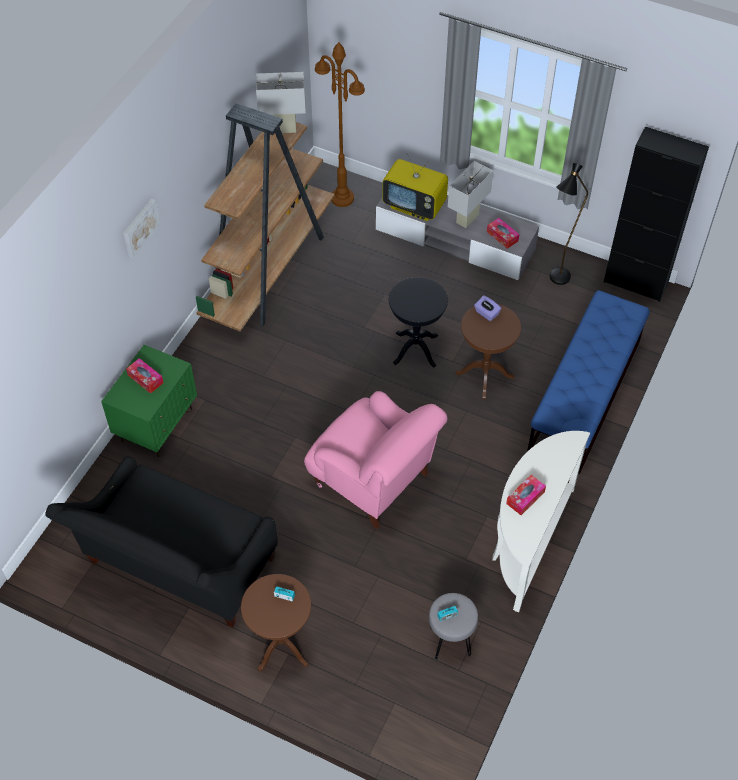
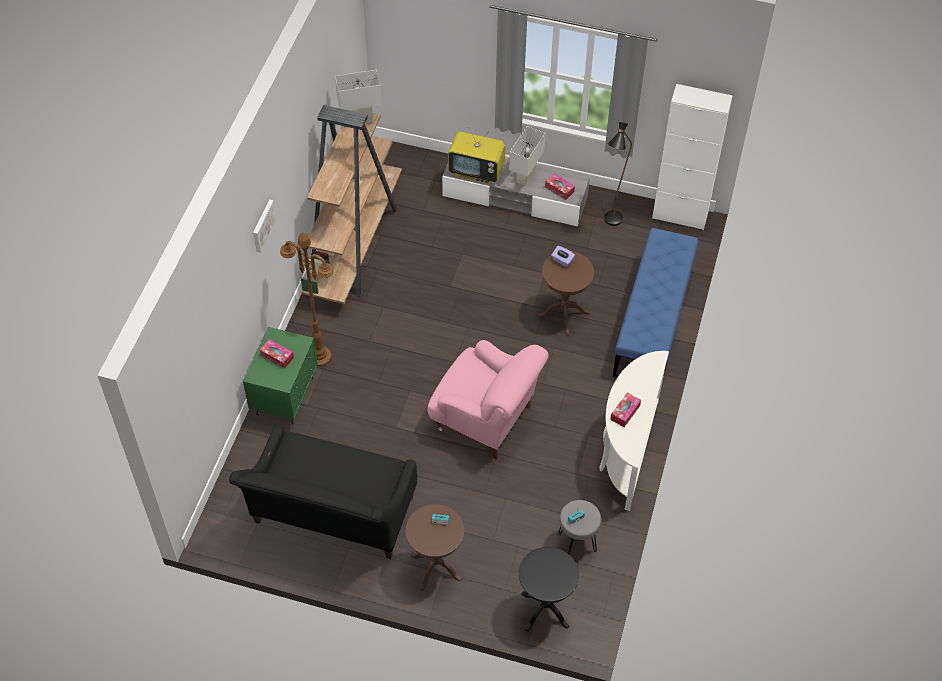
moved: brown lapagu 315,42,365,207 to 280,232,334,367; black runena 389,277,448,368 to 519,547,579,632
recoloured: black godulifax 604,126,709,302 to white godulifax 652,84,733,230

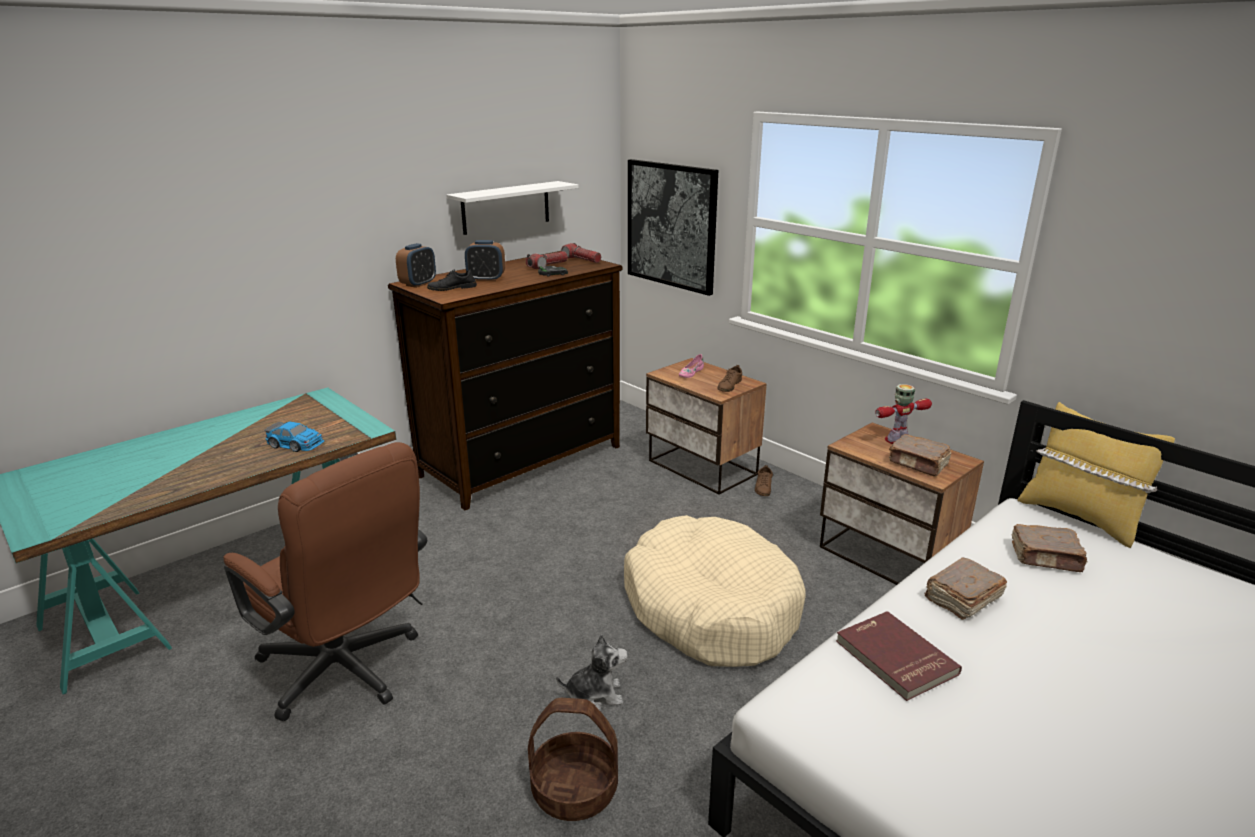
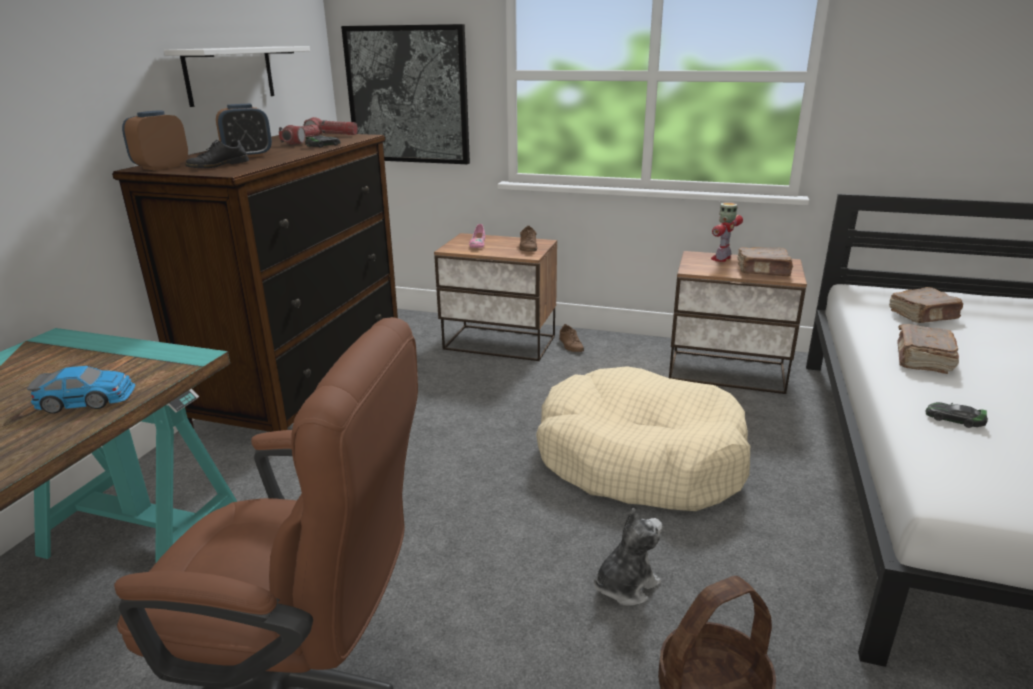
removed: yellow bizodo 1017,402,1175,548
replaced: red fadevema 836,611,962,701 to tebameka 925,402,988,428
turned: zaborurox 396,243,436,288 = 122,110,188,170 150 degrees counterclockwise

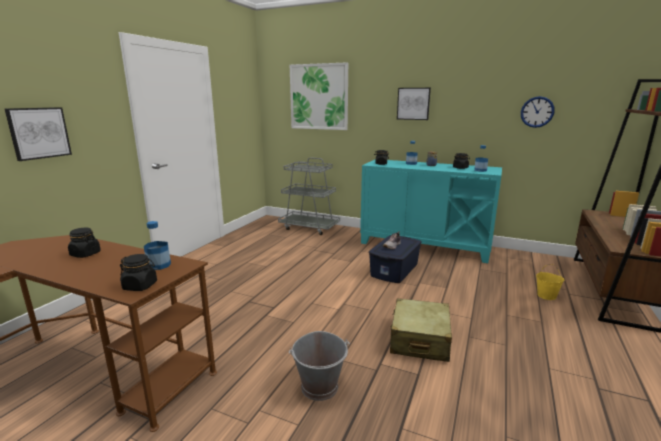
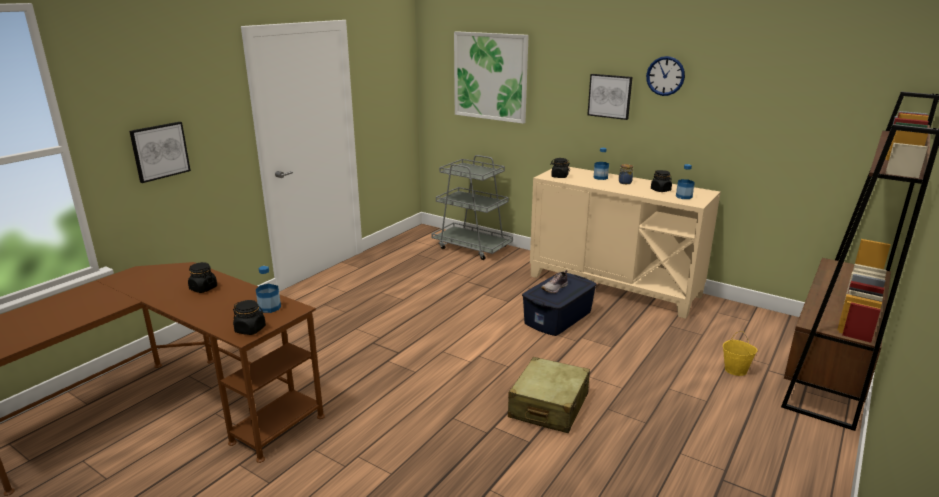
removed: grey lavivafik 289,331,350,401
moved: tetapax 521,96,555,128 to 646,56,685,96
recoloured: turquoise godulifax 360,159,502,263 to beige godulifax 530,167,721,319

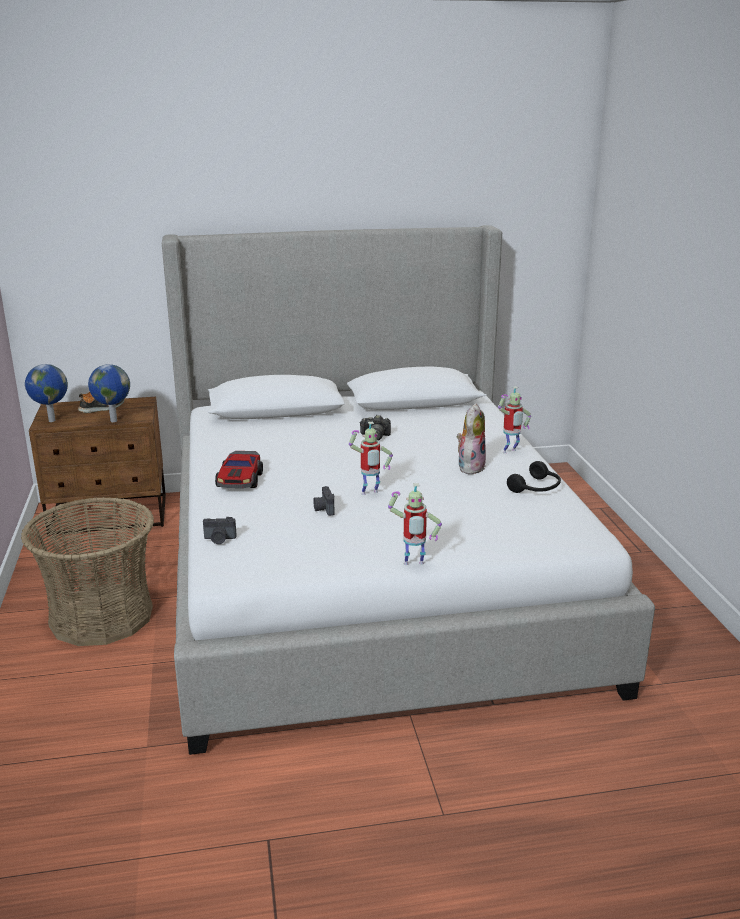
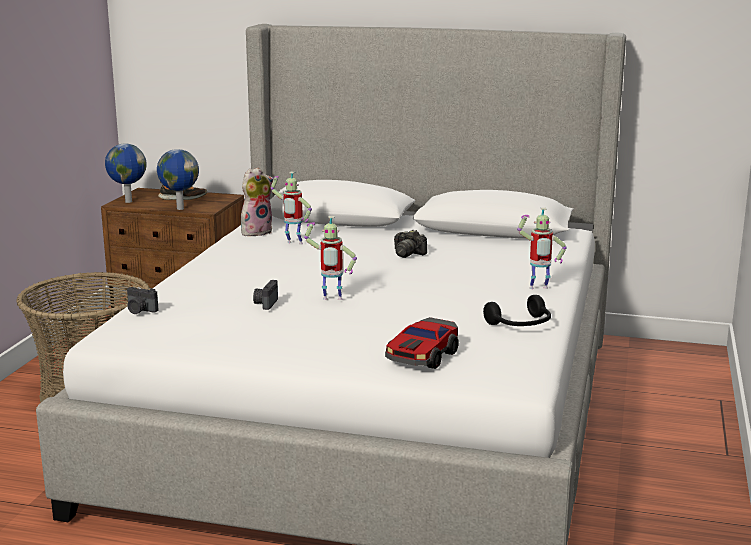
moved: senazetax 457,404,486,474 to 241,167,274,236; tebameka 215,451,263,488 to 385,317,459,369; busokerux 388,483,442,565 to 271,172,312,244

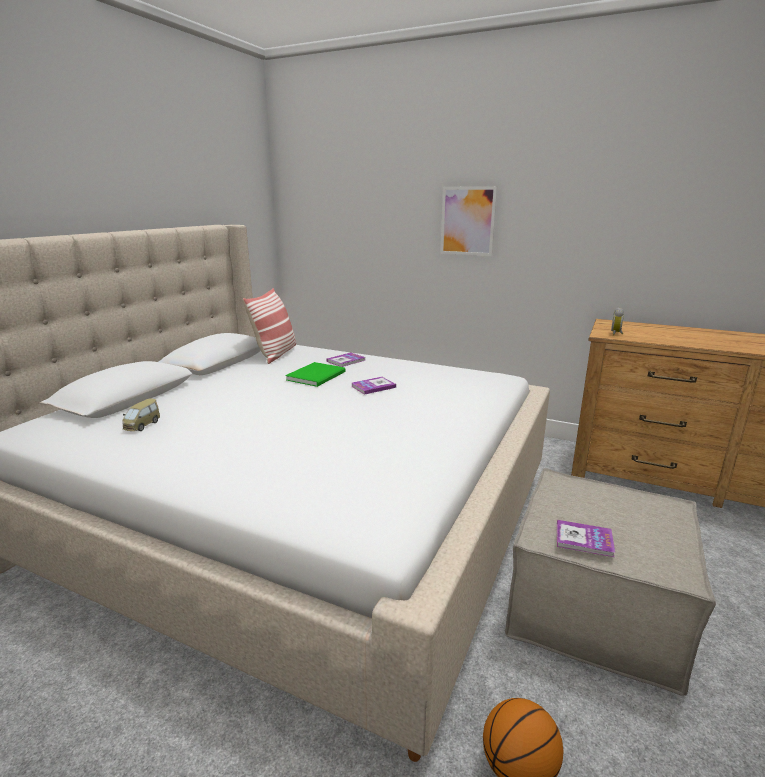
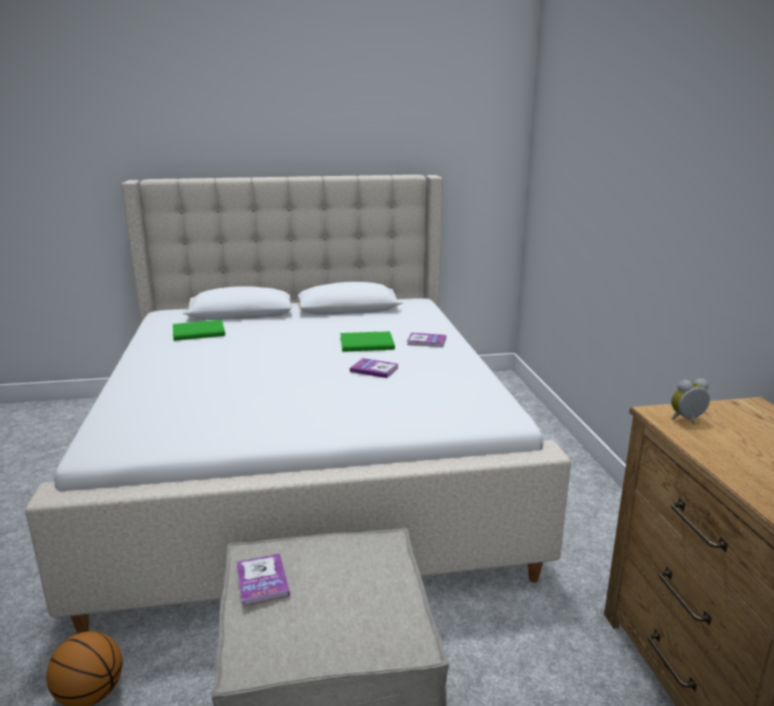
removed: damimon 440,186,497,256; bizodo 243,288,296,364
replaced: tebameka 122,398,160,431 to green fadevema 173,320,225,341

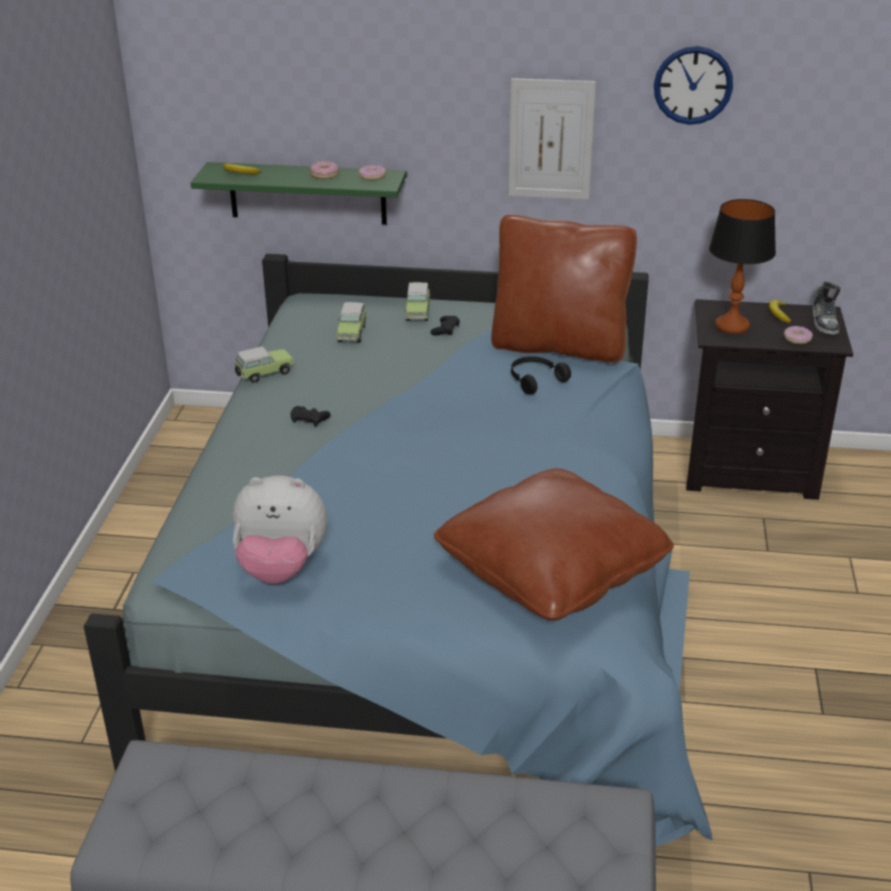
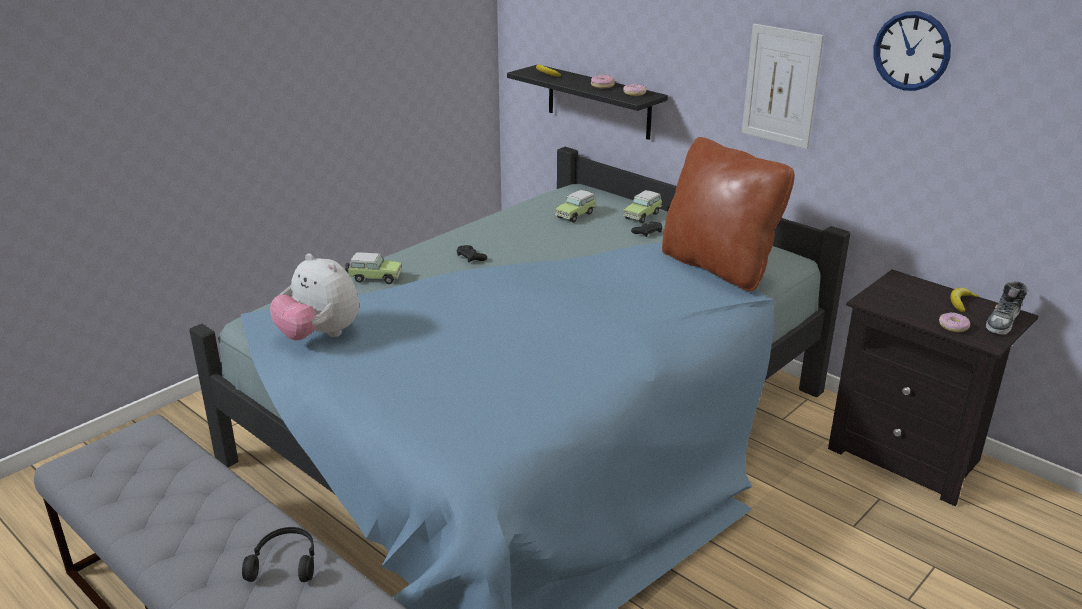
removed: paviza 709,199,776,334; brown bizodo 434,468,674,621
moved: tebameka 235,346,294,383 to 345,252,402,284; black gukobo 511,357,571,394 to 242,527,314,582
recoloured: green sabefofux 191,162,407,224 to black sabefofux 507,64,668,140

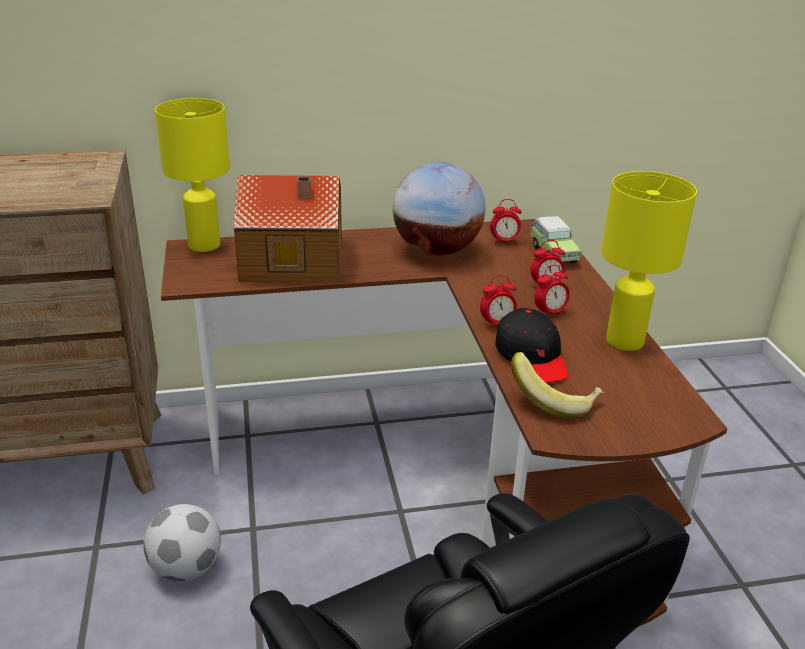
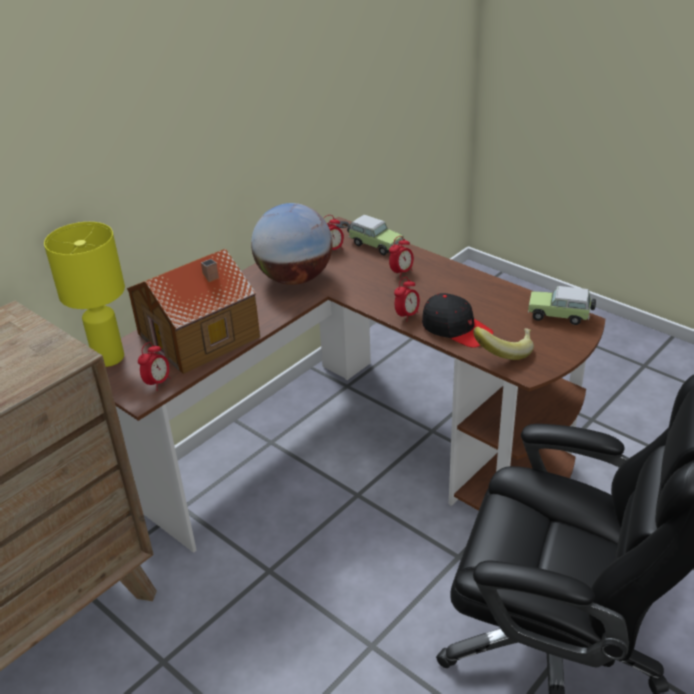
removed: yellow paviza 601,171,697,351; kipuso 143,504,221,581
added: tebameka 528,286,596,325
moved: zaborurox 534,265,570,315 to 138,342,171,391

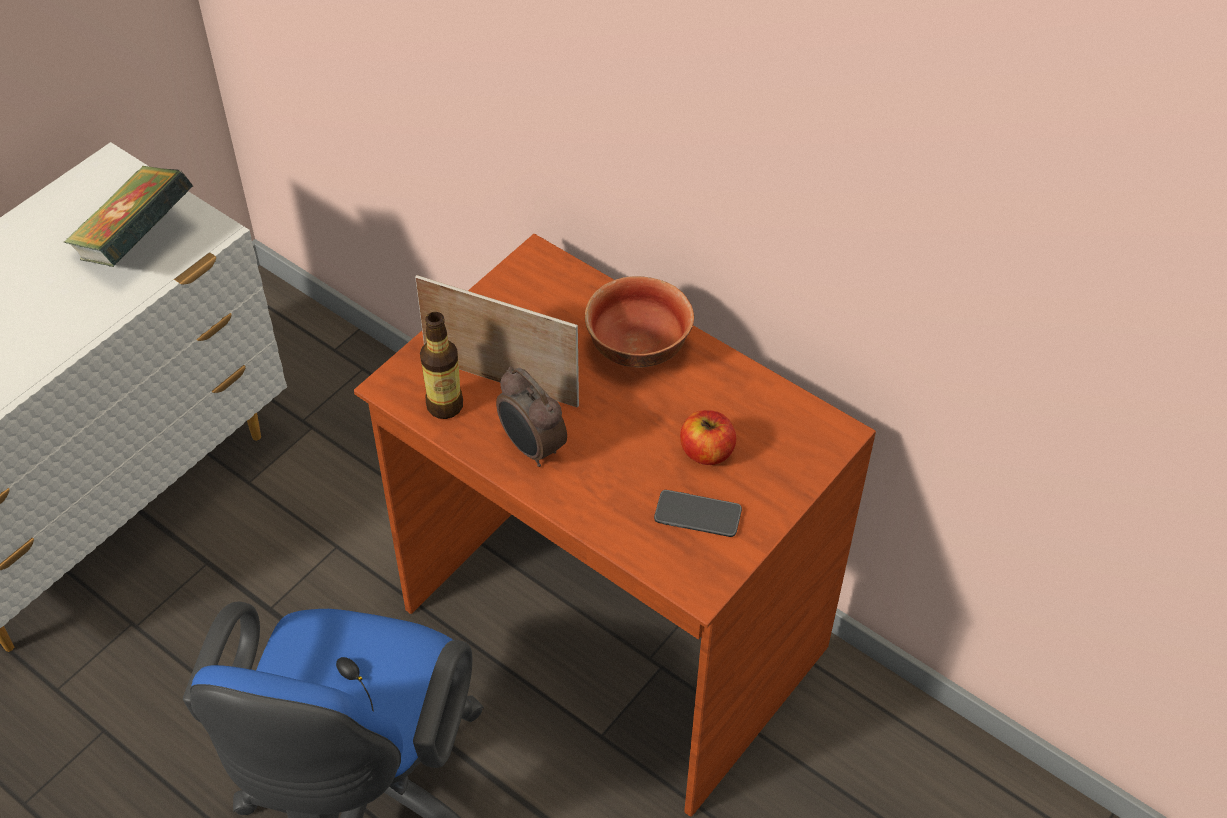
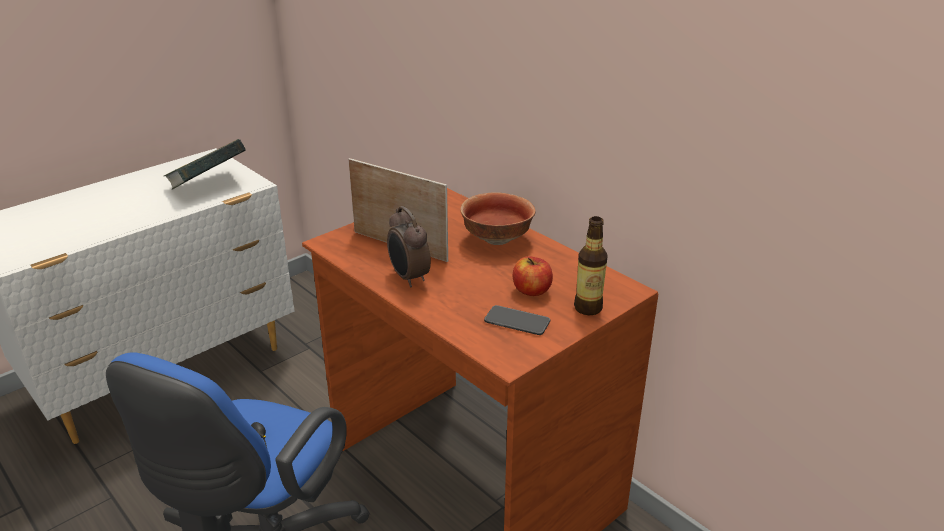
moved: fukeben 420,312,463,419 to 574,216,607,315

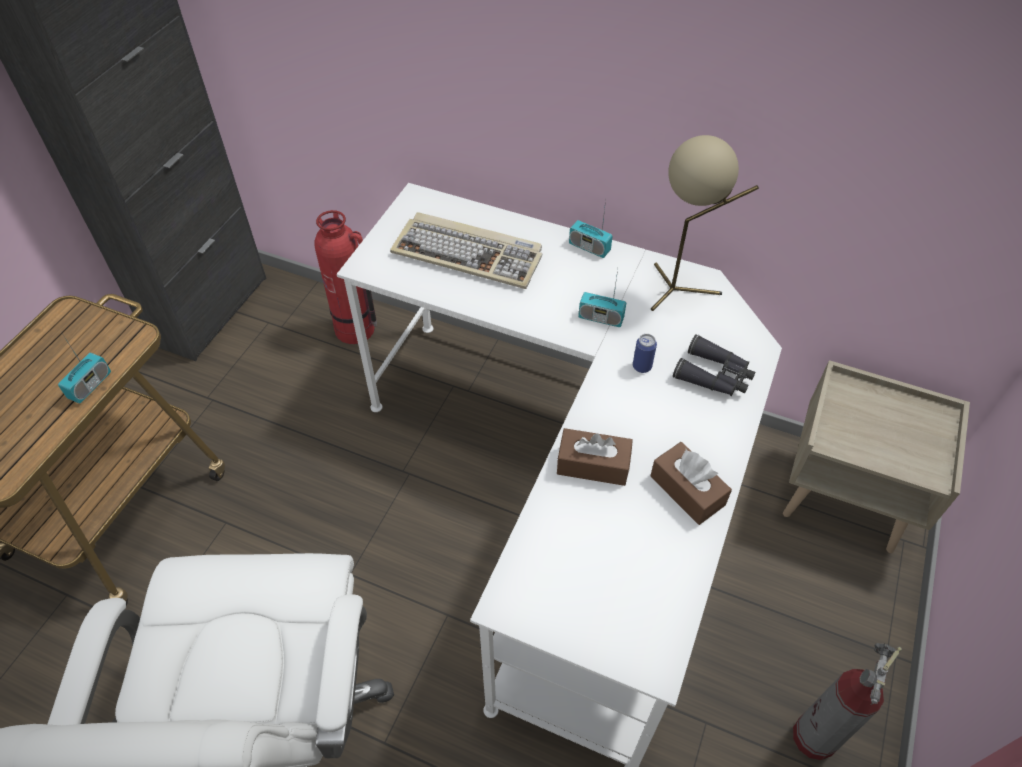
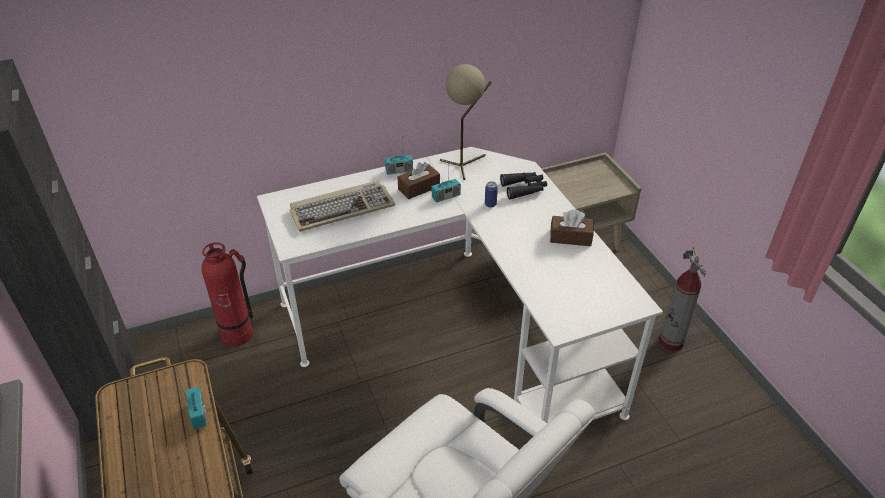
moved: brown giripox 557,428,633,486 to 398,162,440,199

